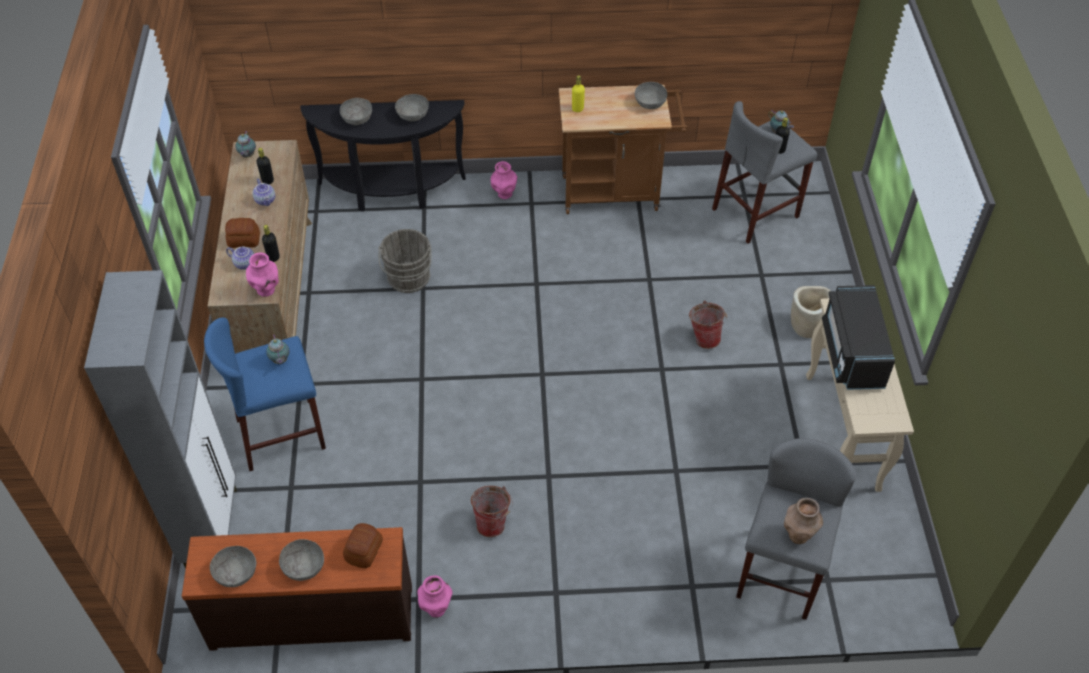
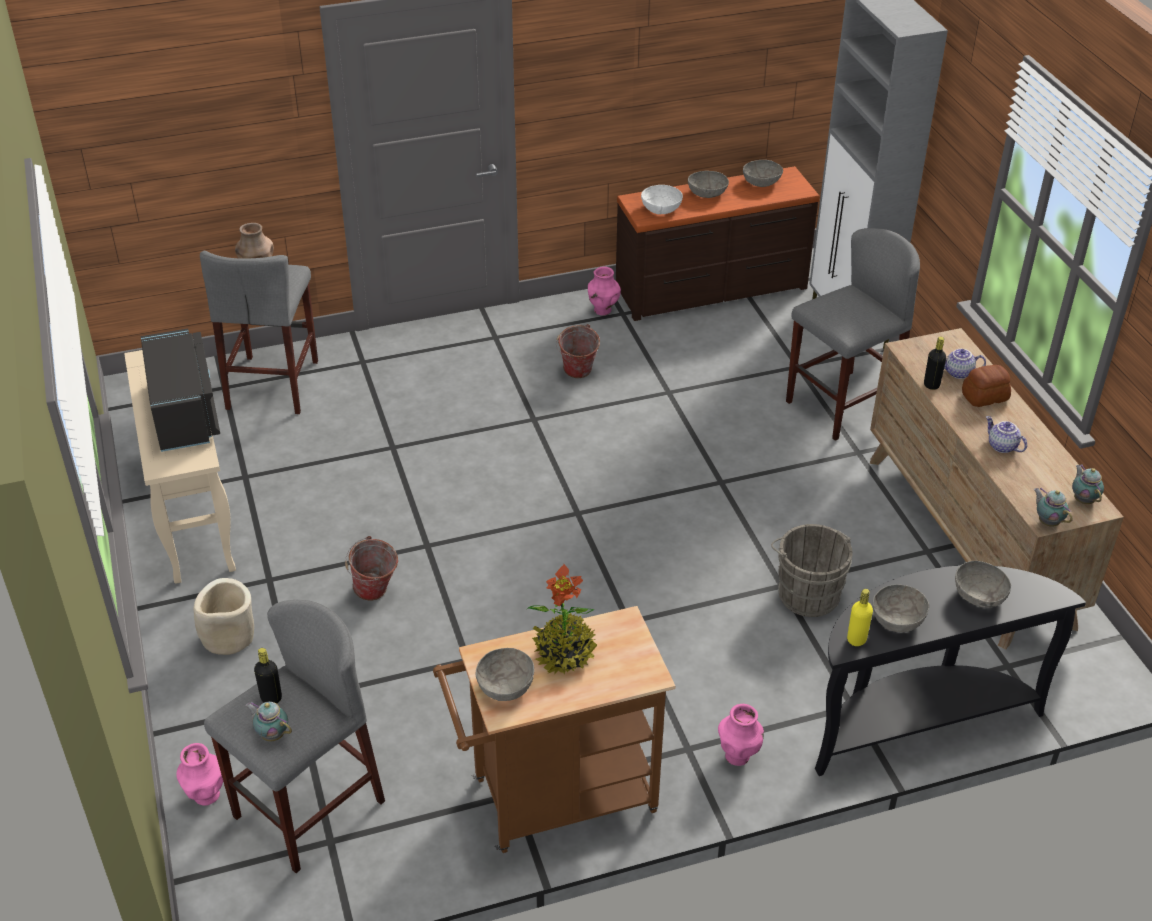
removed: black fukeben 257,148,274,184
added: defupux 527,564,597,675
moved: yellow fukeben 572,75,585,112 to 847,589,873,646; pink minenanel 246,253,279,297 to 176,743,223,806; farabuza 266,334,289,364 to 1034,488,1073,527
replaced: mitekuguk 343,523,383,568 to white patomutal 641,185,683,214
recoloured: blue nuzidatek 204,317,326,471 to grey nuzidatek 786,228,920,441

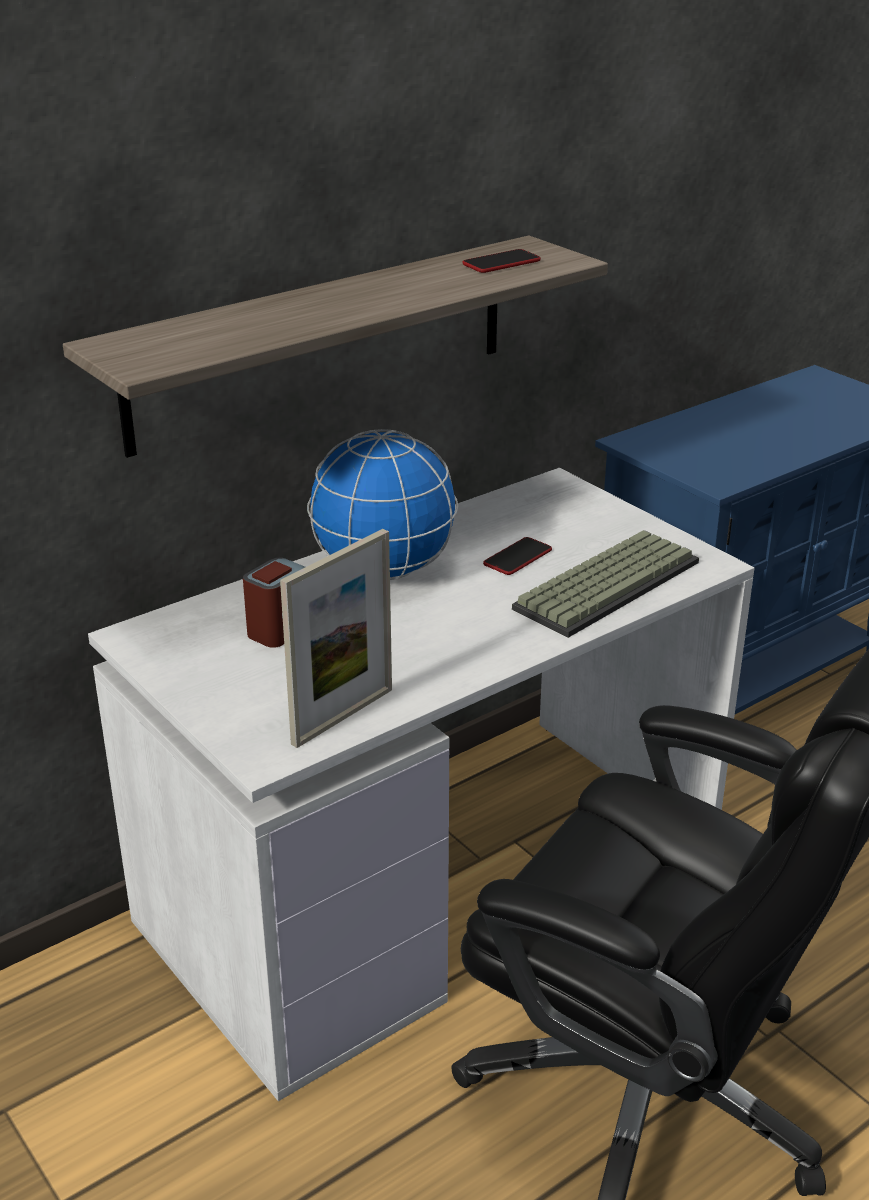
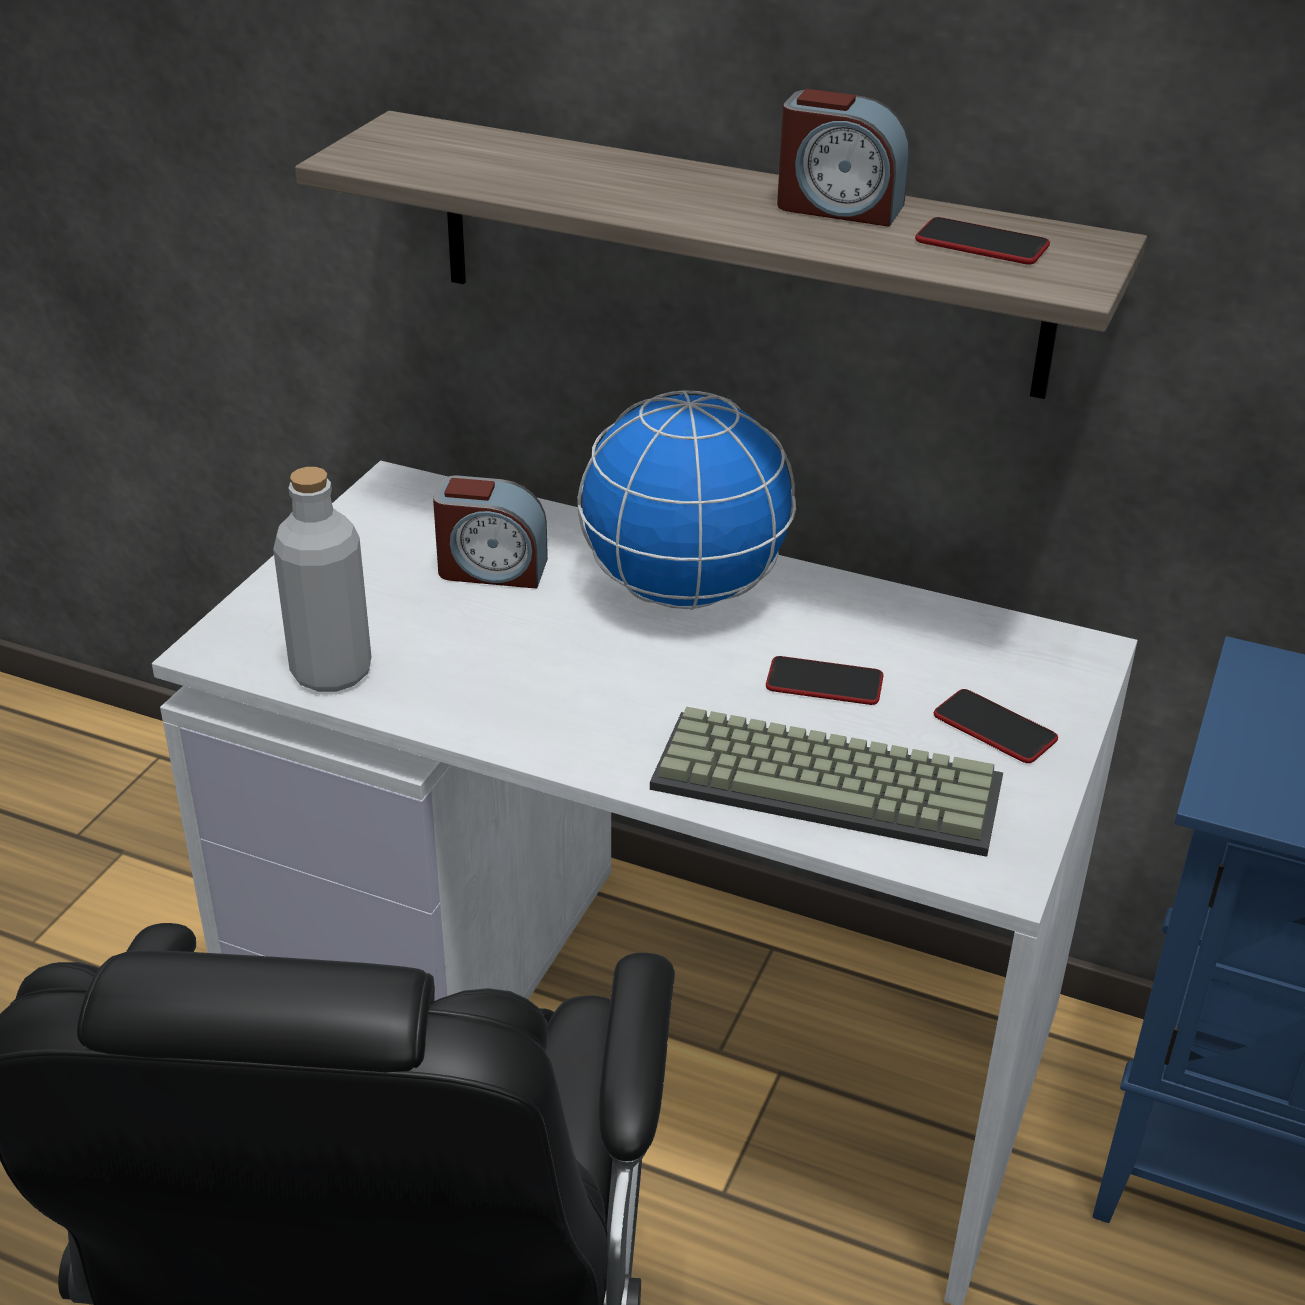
added: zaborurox 777,89,910,227; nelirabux 934,689,1058,763
replaced: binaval 280,529,392,748 to grey fukeben 273,467,372,692

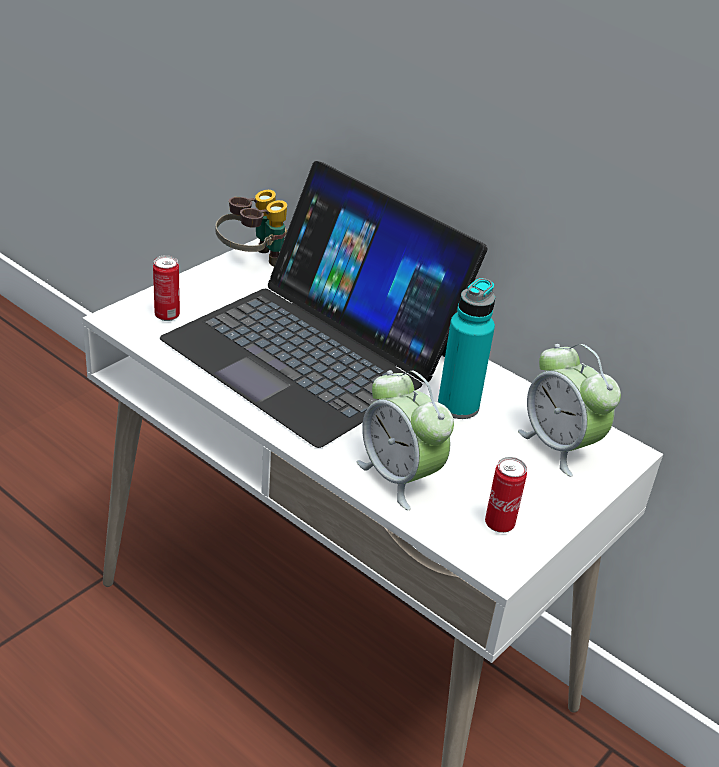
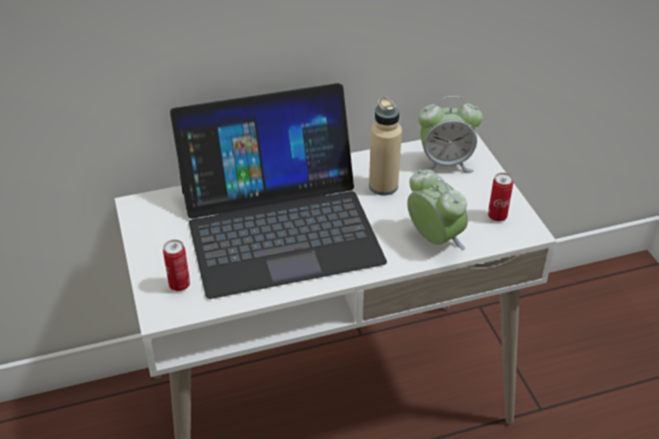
removed: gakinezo 216,190,287,267
recoloured: turquoise fukeben 438,278,495,419 to beige fukeben 369,98,402,196
turned: zaborurox 357,370,454,510 = 407,169,468,250 120 degrees counterclockwise

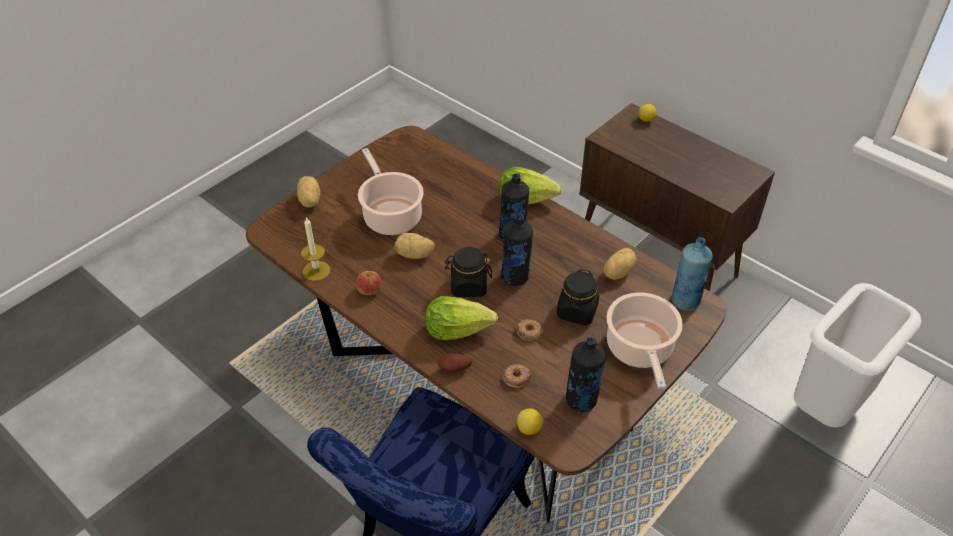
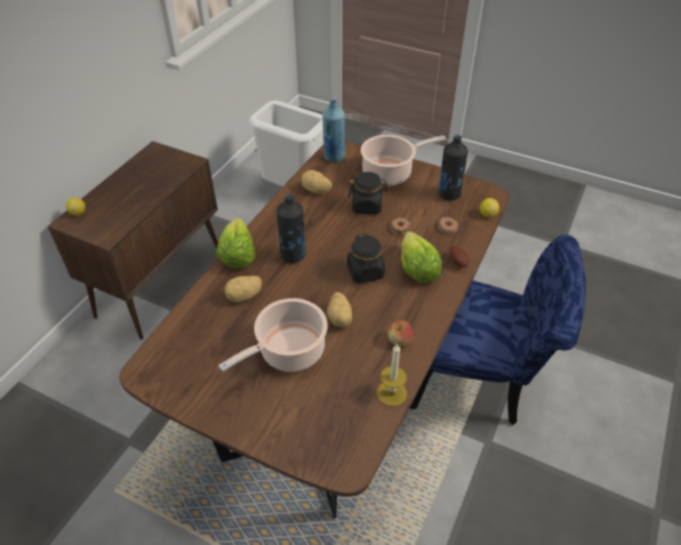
removed: black fukeben 501,214,533,286
moved: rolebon 297,176,320,207 to 224,276,262,302

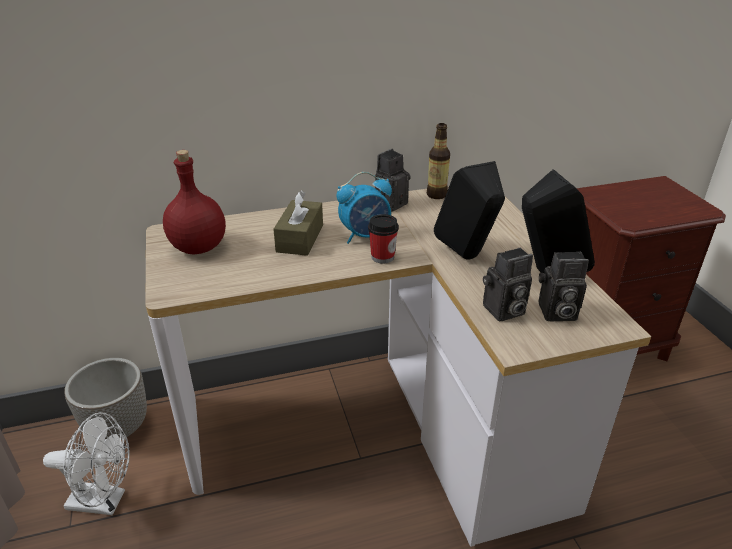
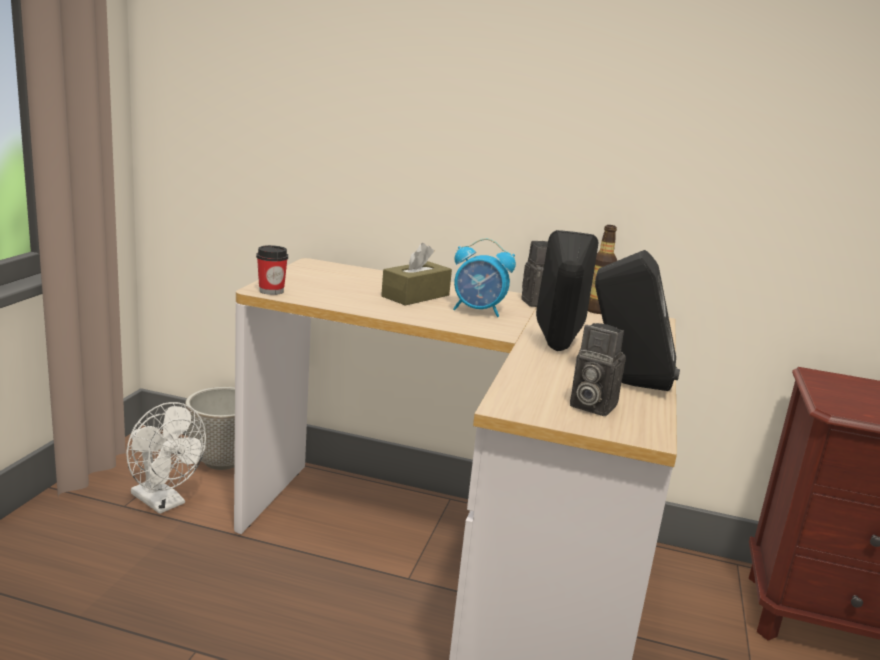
removed: red fukeben 163,150,226,255; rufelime 483,248,533,321
moved: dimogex 368,214,399,264 to 256,245,288,295

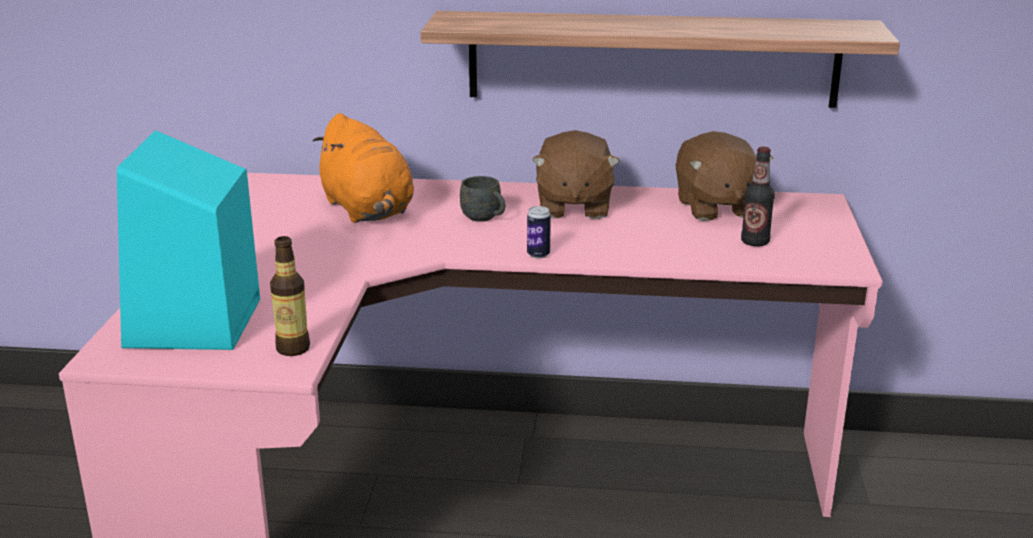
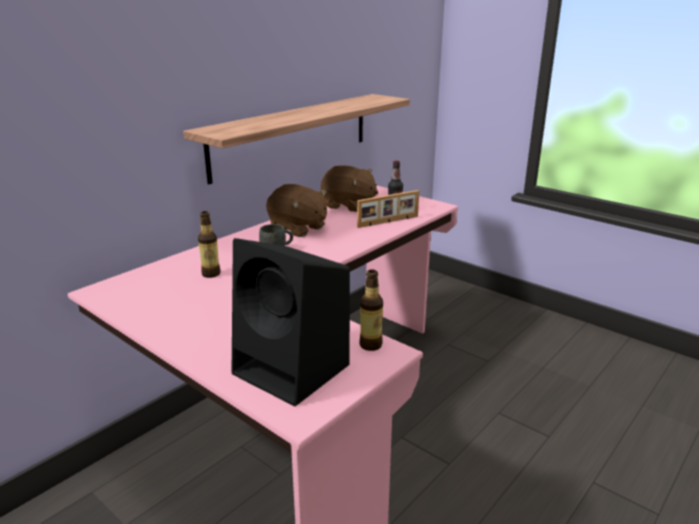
removed: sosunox 527,206,551,259
added: binaval 357,190,419,228
replaced: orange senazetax 313,113,414,223 to fukeben 198,211,221,278
recoloured: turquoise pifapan 117,130,260,350 to black pifapan 232,238,350,406

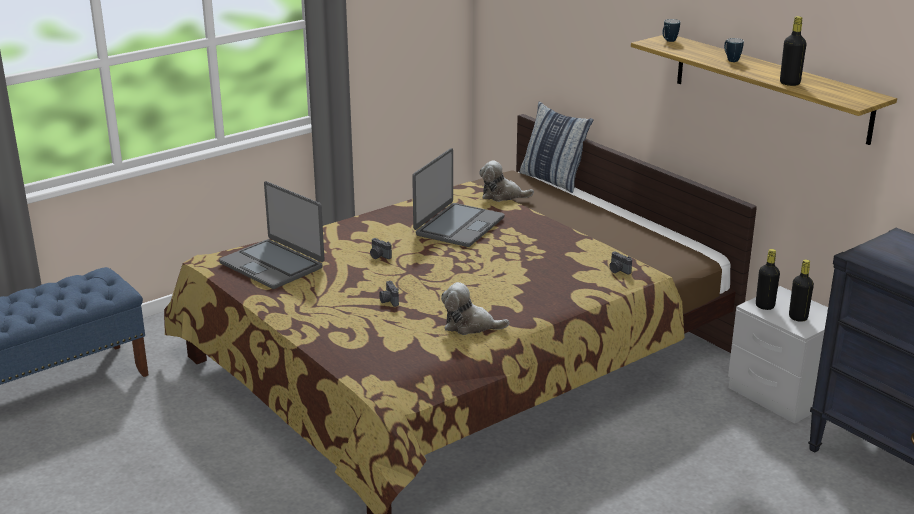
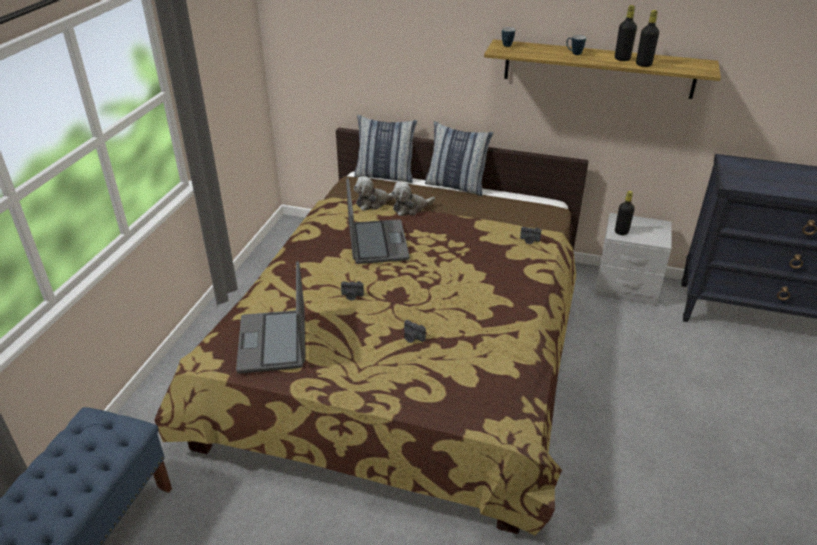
added: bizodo 425,121,493,196
moved: black fukeben 789,259,814,322 to 615,5,637,61; senazetax 441,282,509,335 to 391,182,435,216
turned: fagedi 219,181,325,289 = 236,261,305,373 75 degrees clockwise

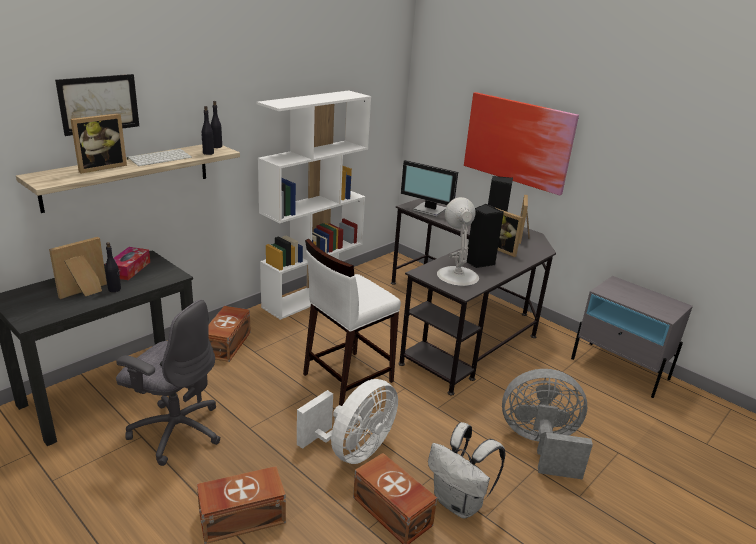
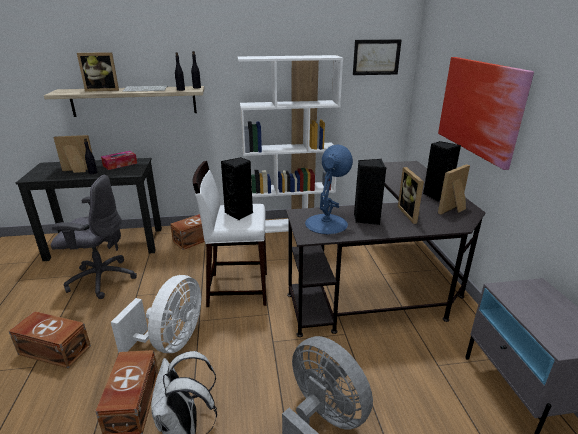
removed: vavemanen 401,160,458,217
added: black pifapan 221,157,253,220
moved: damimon 55,74,139,136 to 353,39,402,75
recoloured: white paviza 437,197,479,286 to blue paviza 305,145,353,234
turned: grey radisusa 116,300,221,466 = 51,175,137,299 60 degrees counterclockwise; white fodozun 297,379,398,464 = 111,275,201,353 60 degrees counterclockwise

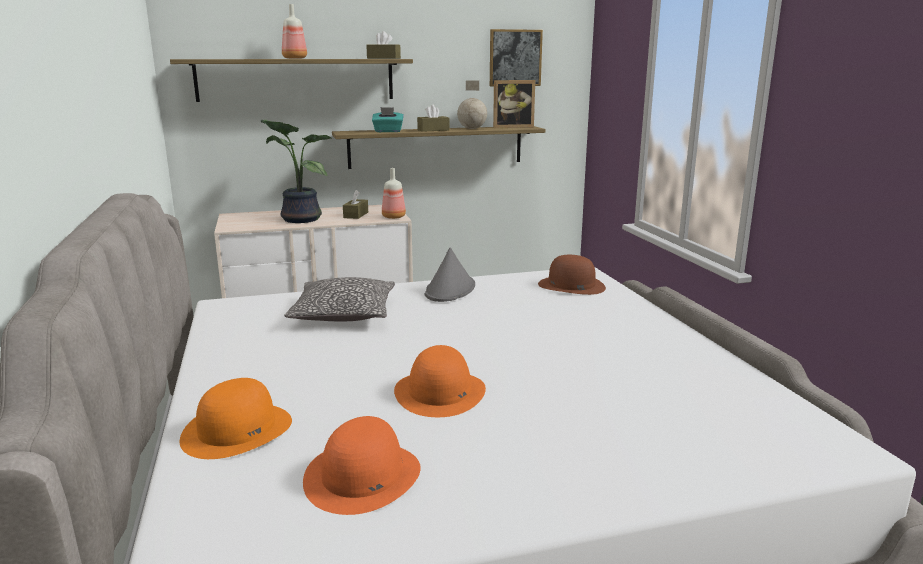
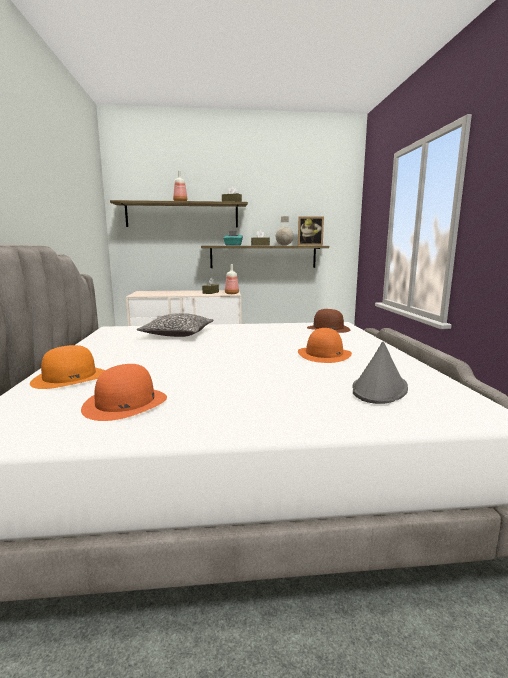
removed: damimon 490,29,543,86; defupux 260,120,331,223
moved: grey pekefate 424,248,475,302 to 352,342,408,404; orange pekefate 394,345,486,417 to 298,328,352,363

